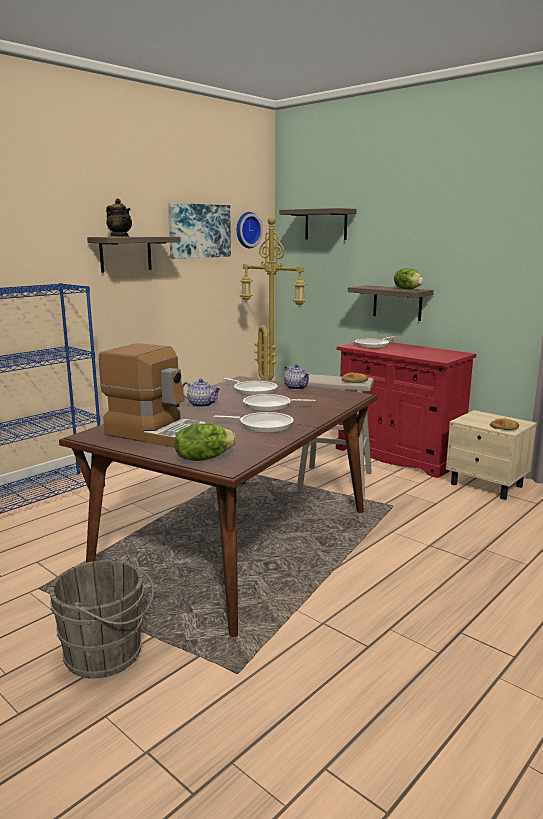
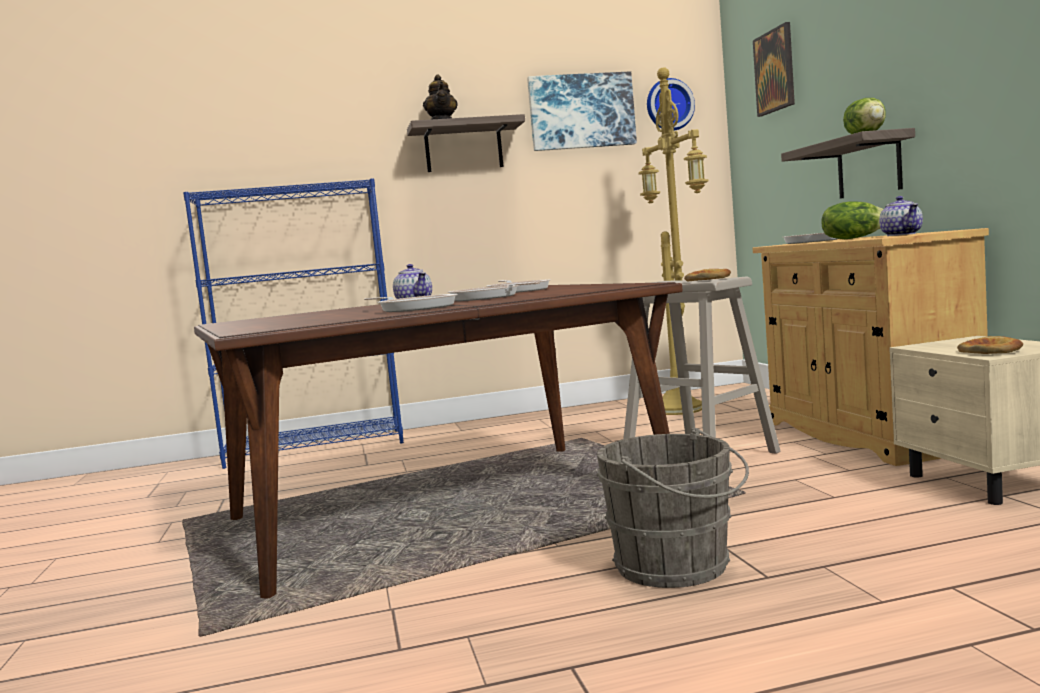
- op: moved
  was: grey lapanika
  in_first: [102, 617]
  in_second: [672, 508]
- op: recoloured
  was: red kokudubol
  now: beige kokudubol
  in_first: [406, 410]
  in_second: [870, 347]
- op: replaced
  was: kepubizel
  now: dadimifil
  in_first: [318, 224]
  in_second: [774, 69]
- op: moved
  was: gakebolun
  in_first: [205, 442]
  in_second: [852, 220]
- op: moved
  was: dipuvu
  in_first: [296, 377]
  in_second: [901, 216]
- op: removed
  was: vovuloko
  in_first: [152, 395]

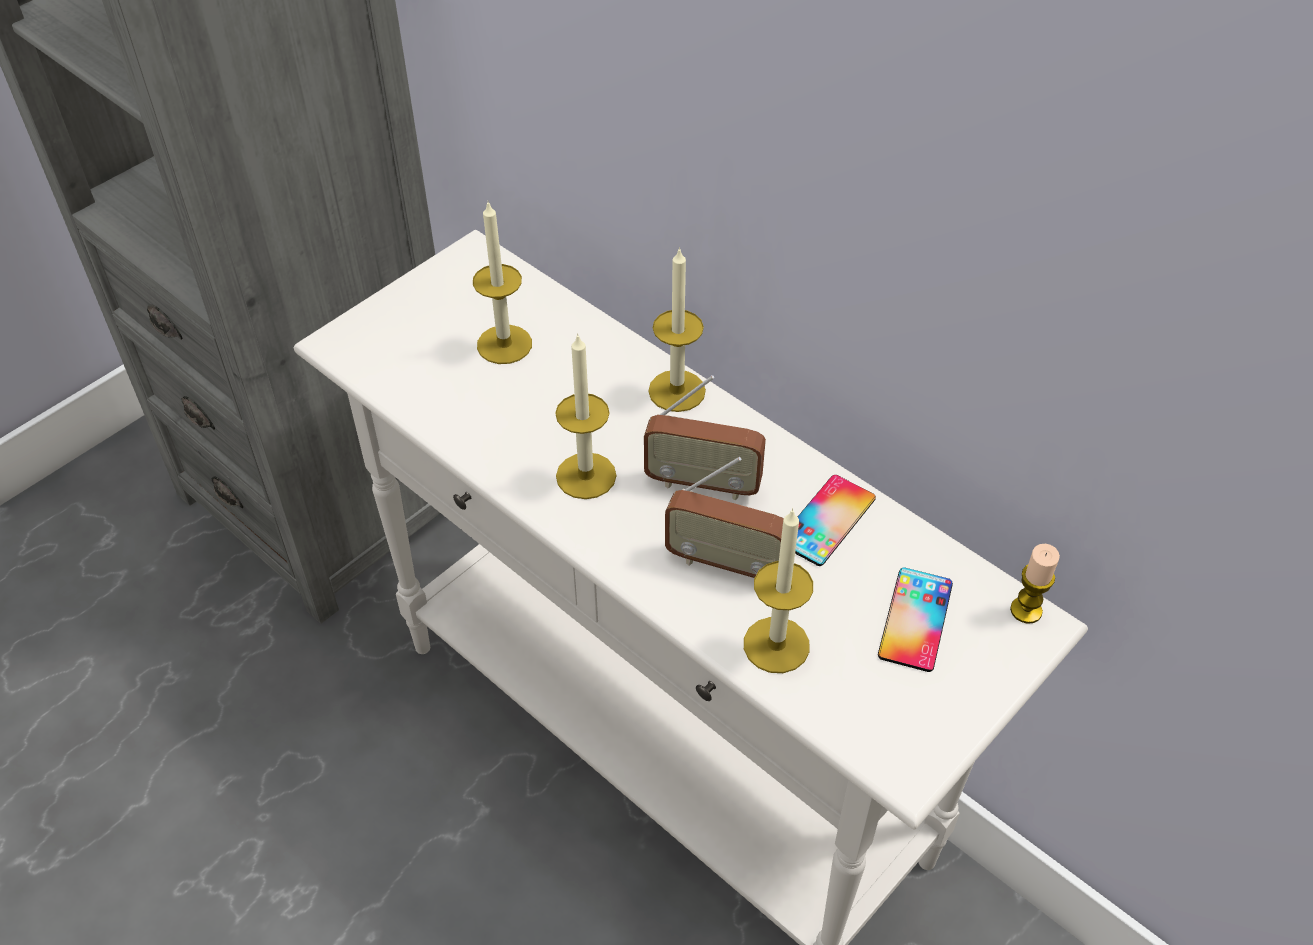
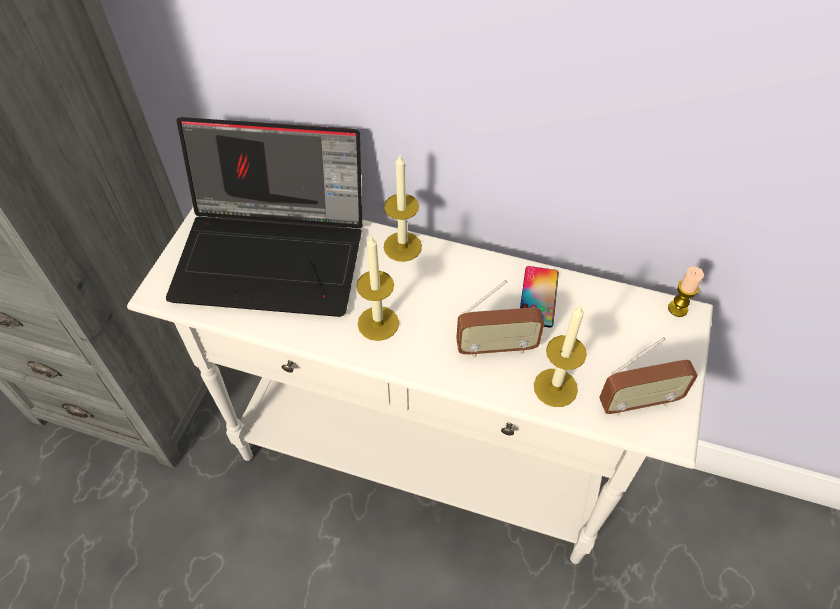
- op: replaced
  was: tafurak
  now: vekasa
  in_first: [502, 282]
  in_second: [264, 217]
- op: moved
  was: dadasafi
  in_first: [705, 437]
  in_second: [648, 376]
- op: removed
  was: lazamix
  in_first: [915, 620]

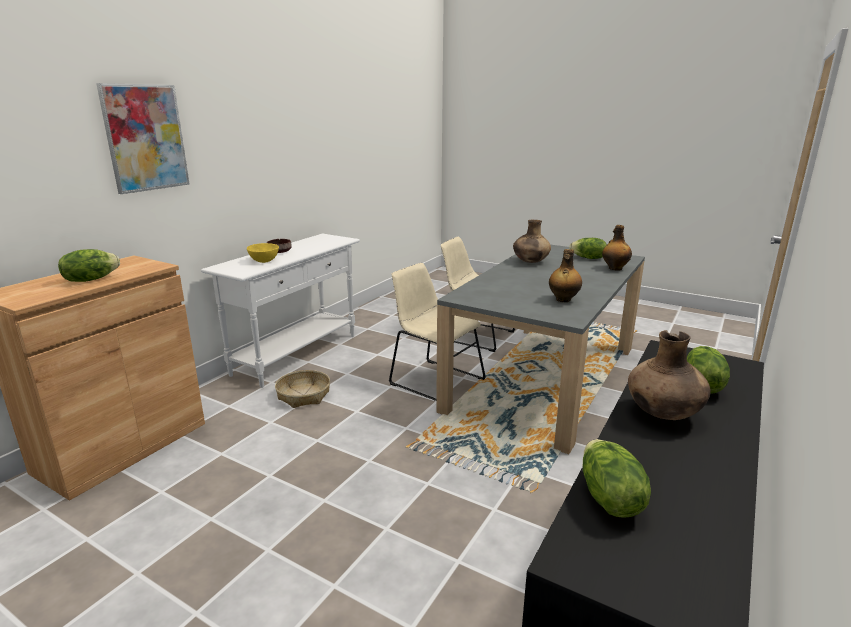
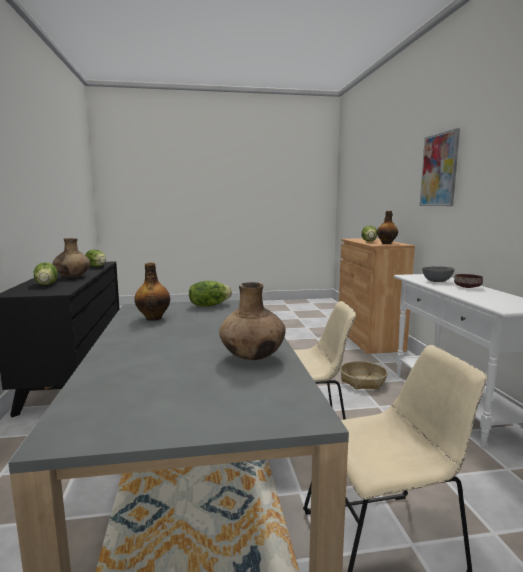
- op: moved
  was: gakebolun
  in_first: [588, 248]
  in_second: [210, 293]
- op: moved
  was: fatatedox
  in_first: [617, 248]
  in_second: [387, 227]
- op: recoloured
  was: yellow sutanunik
  now: grey sutanunik
  in_first: [263, 253]
  in_second: [438, 274]

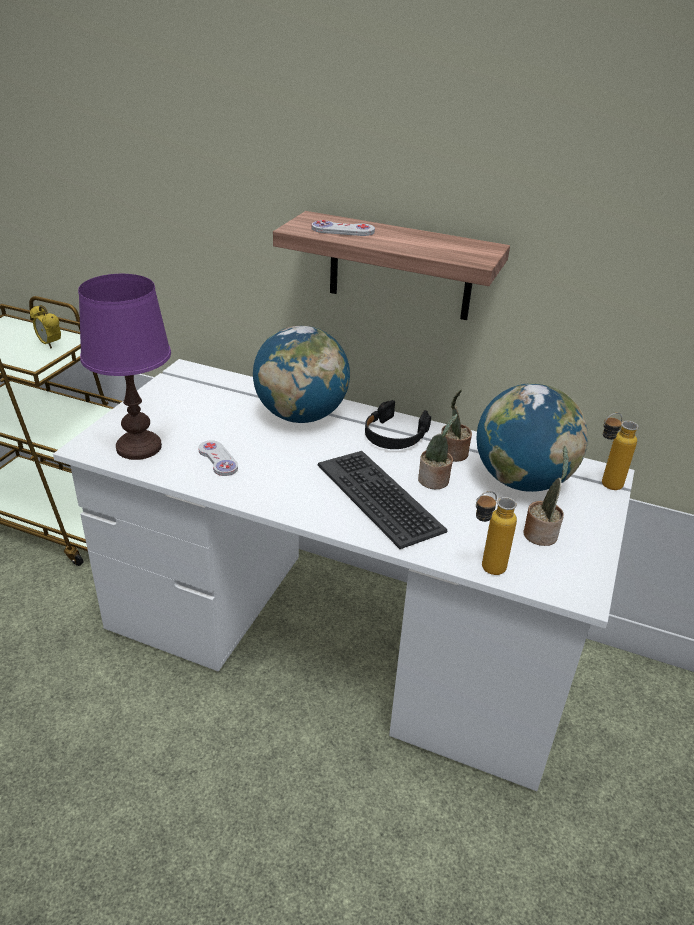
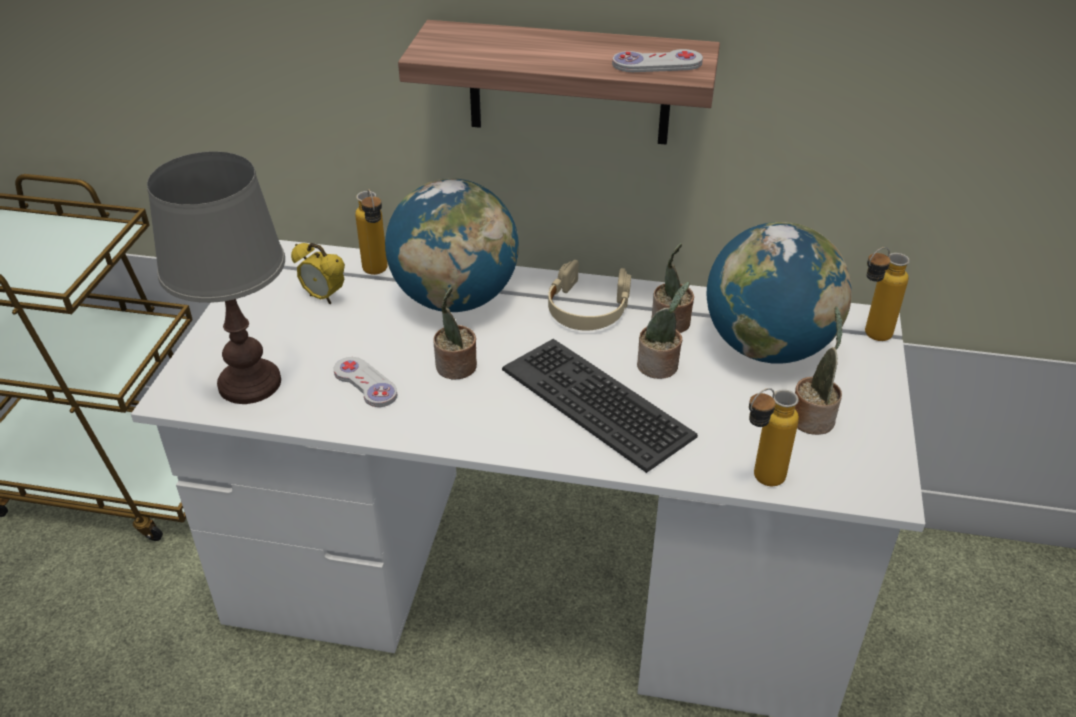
- op: recoloured
  was: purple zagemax
  now: grey zagemax
  in_first: [124, 367]
  in_second: [216, 277]
- op: moved
  was: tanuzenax
  in_first: [45, 327]
  in_second: [318, 273]
- op: added
  now: fatatedox
  in_second: [371, 232]
- op: added
  now: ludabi
  in_second: [455, 333]
- op: recoloured
  was: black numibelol
  now: beige numibelol
  in_first: [398, 424]
  in_second: [589, 295]
- op: moved
  was: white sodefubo
  in_first: [343, 228]
  in_second: [657, 60]

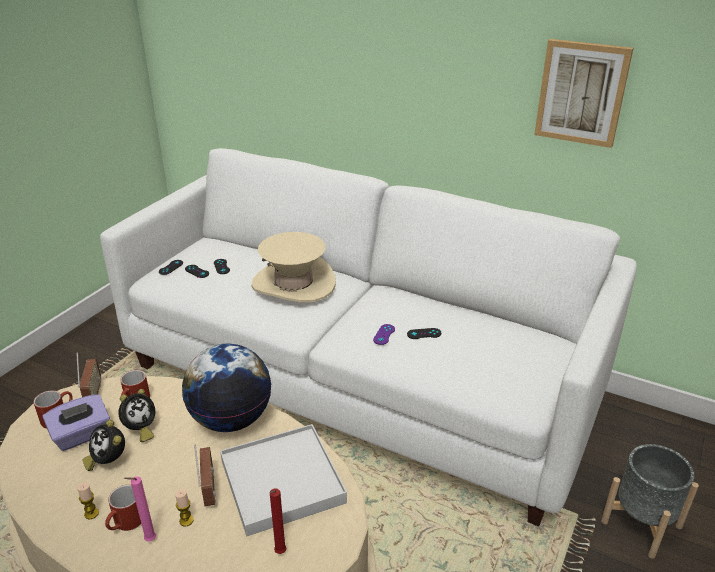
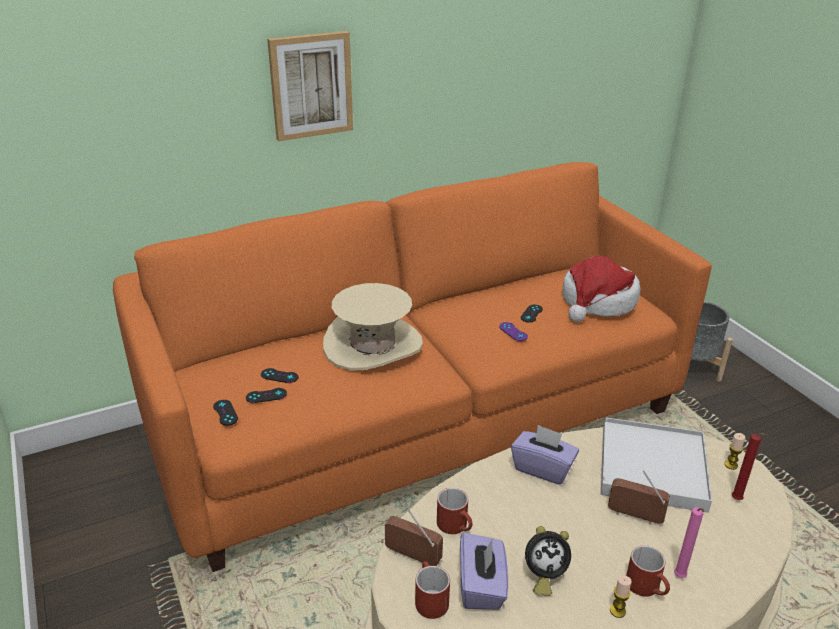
- op: recoloured
  was: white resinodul
  now: orange resinodul
  in_first: [368, 337]
  in_second: [412, 367]
- op: moved
  was: dadimifil
  in_first: [583, 93]
  in_second: [310, 86]
- op: replaced
  was: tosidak
  now: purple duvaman
  in_first: [226, 388]
  in_second: [545, 454]
- op: added
  now: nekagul
  in_second: [602, 289]
- op: moved
  was: tafurak
  in_first: [184, 507]
  in_second: [734, 451]
- op: removed
  was: tanuzenax
  in_first: [136, 415]

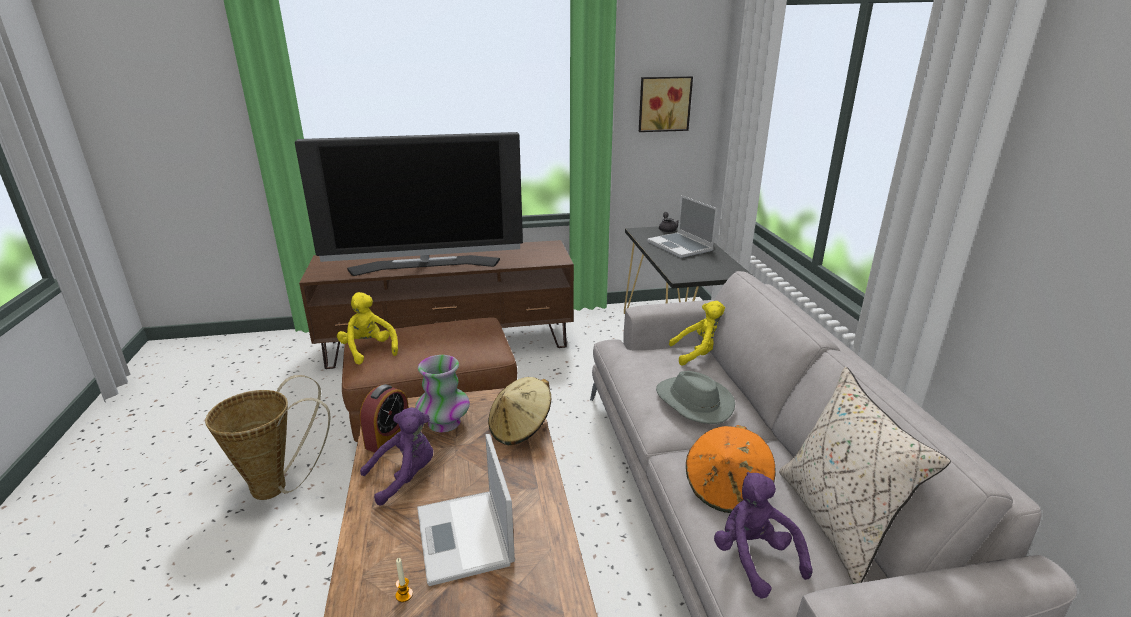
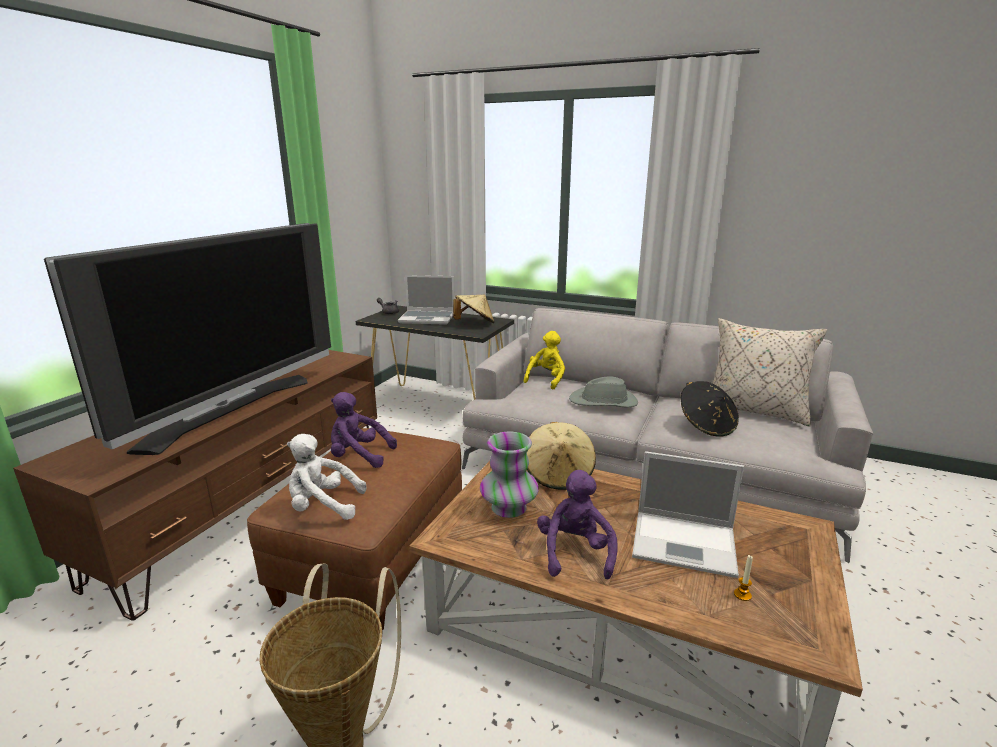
- op: recoloured
  was: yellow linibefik
  now: white linibefik
  in_first: [367, 328]
  in_second: [326, 477]
- op: moved
  was: purple linibefik
  in_first: [763, 535]
  in_second: [364, 430]
- op: added
  now: beige nekagul
  in_second: [473, 309]
- op: recoloured
  was: orange nekagul
  now: black nekagul
  in_first: [731, 469]
  in_second: [710, 409]
- op: removed
  was: tanuzenax
  in_first: [384, 418]
- op: removed
  was: dadimifil
  in_first: [666, 104]

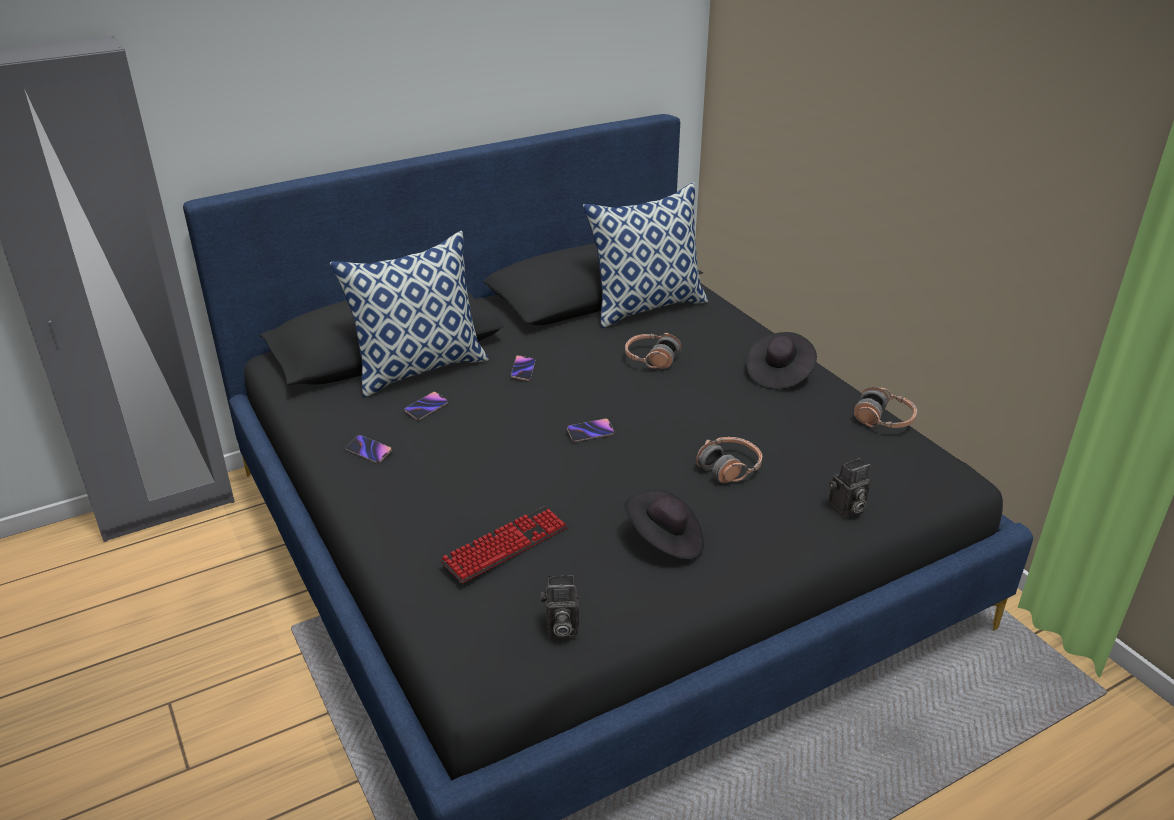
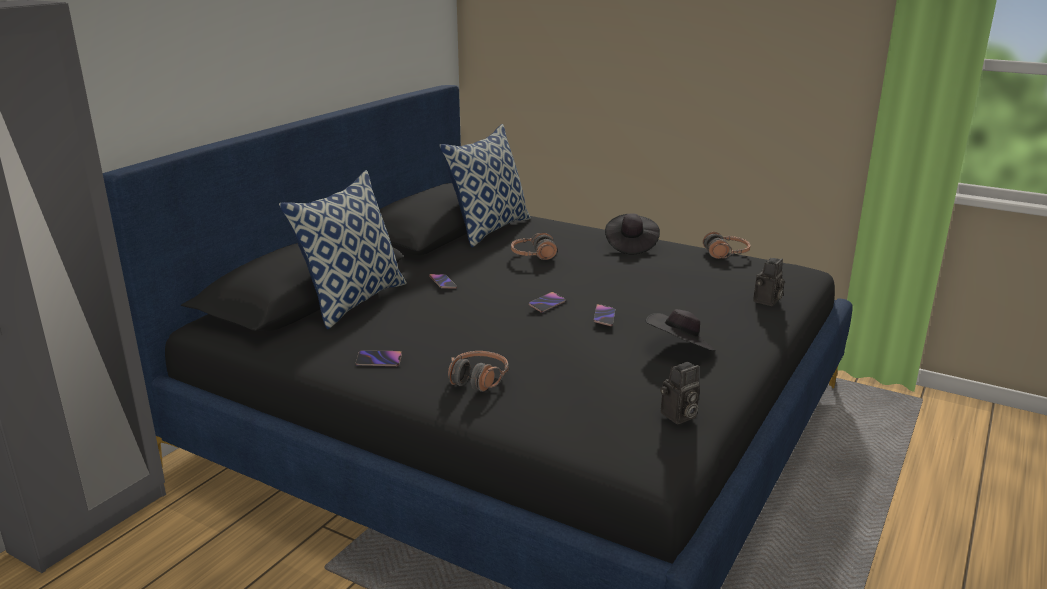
- op: moved
  was: numibelol
  in_first: [729, 460]
  in_second: [478, 371]
- op: moved
  was: lazamix
  in_first: [426, 406]
  in_second: [604, 315]
- op: removed
  was: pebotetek
  in_first: [504, 545]

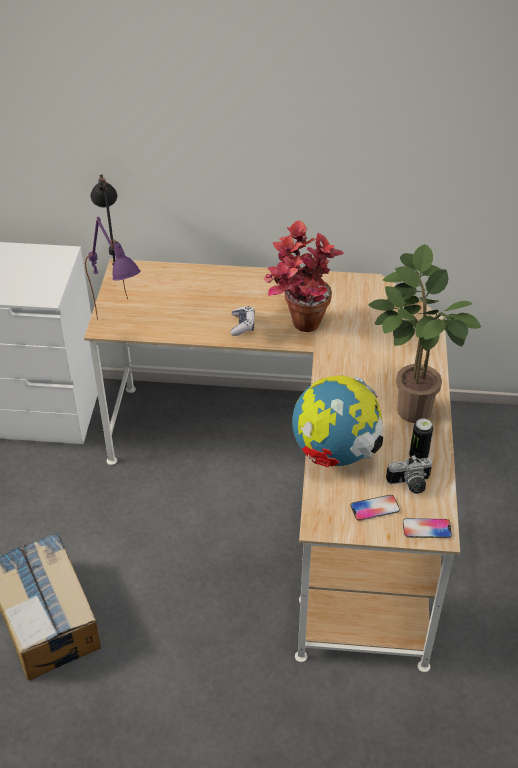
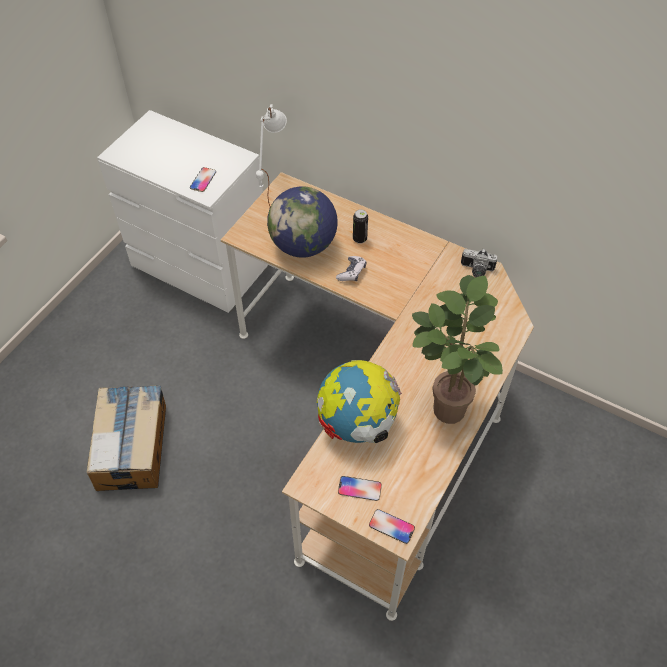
- op: added
  now: lazamix
  in_second: [203, 179]
- op: recoloured
  was: black zagemax
  now: white zagemax
  in_first: [109, 236]
  in_second: [271, 155]
- op: added
  now: tosidak
  in_second: [302, 222]
- op: moved
  was: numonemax
  in_first: [421, 439]
  in_second: [360, 226]
- op: moved
  was: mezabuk
  in_first: [409, 474]
  in_second: [479, 263]
- op: removed
  was: purple zagemax
  in_first: [113, 268]
- op: removed
  was: ludabi
  in_first: [304, 276]

